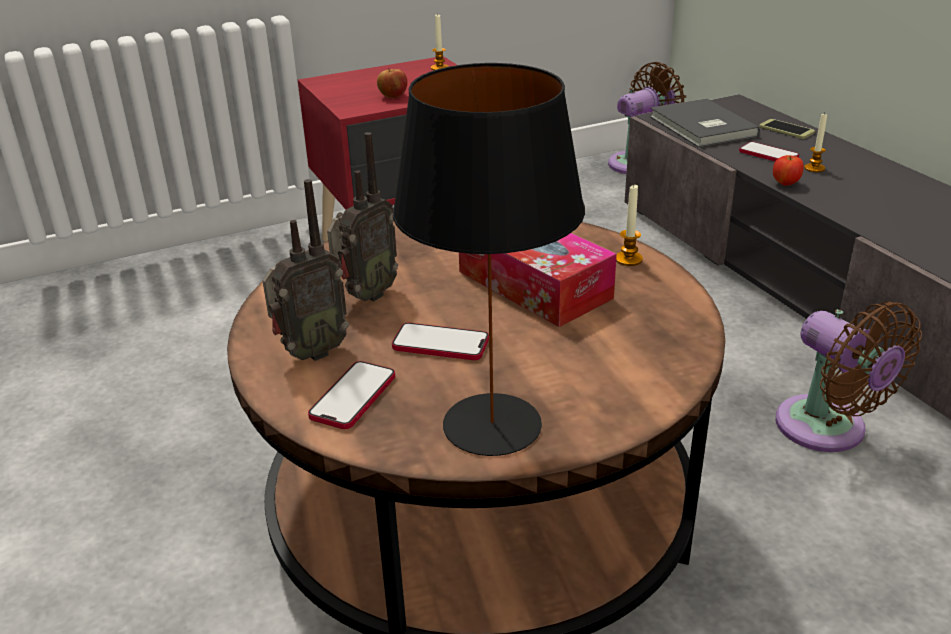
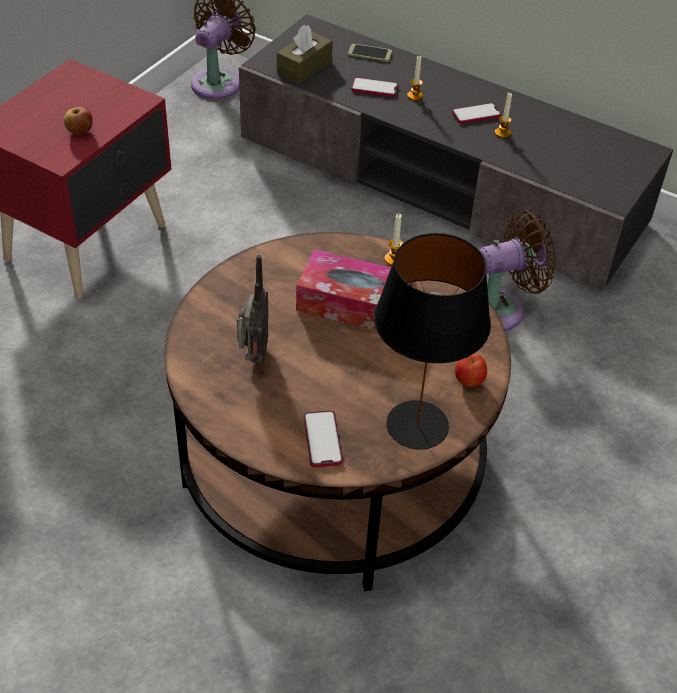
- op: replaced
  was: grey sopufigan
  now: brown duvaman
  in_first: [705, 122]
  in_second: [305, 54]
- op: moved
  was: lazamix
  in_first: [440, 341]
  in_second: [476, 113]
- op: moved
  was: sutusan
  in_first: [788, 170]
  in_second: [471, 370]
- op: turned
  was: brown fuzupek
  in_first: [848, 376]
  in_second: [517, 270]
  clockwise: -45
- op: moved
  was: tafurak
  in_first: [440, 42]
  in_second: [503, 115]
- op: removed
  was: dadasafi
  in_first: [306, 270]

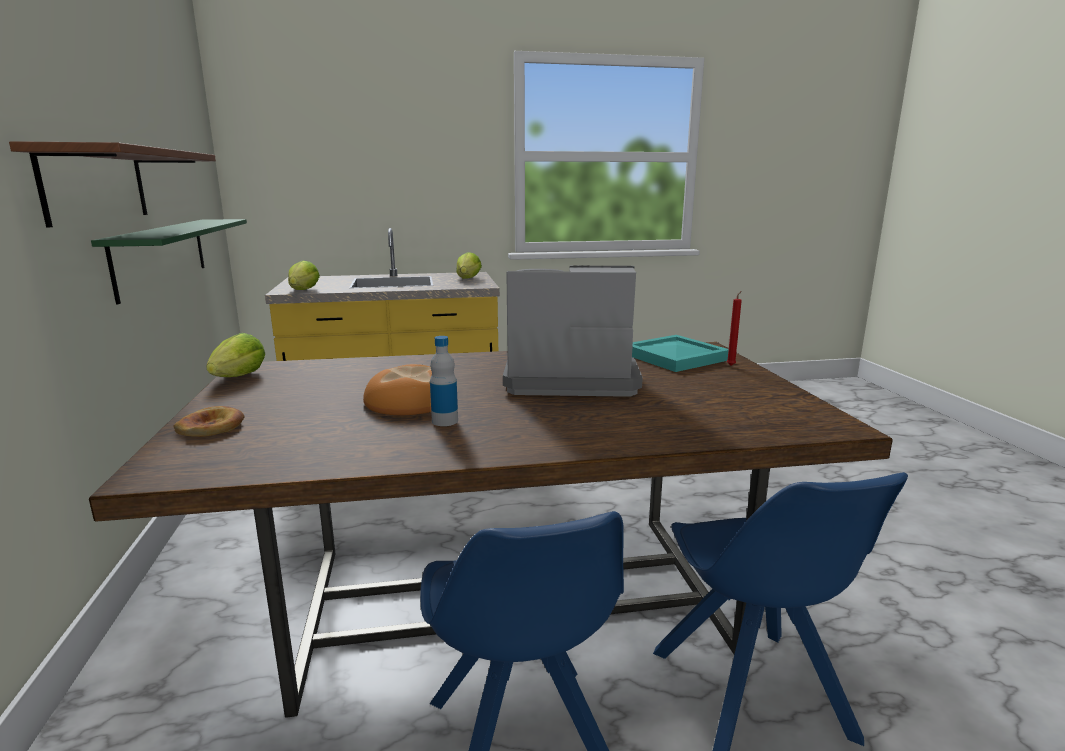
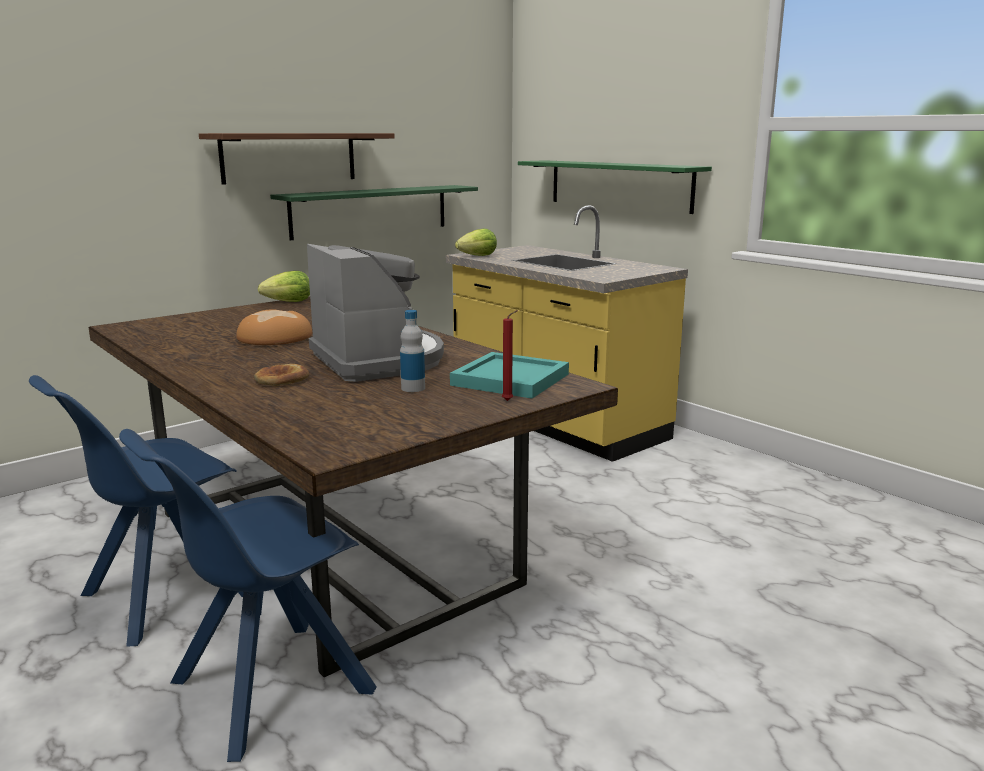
- op: moved
  was: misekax
  in_first: [209, 421]
  in_second: [281, 375]
- op: moved
  was: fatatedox
  in_first: [444, 381]
  in_second: [412, 351]
- op: added
  now: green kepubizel
  in_second: [615, 187]
- op: removed
  was: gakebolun
  in_first: [469, 265]

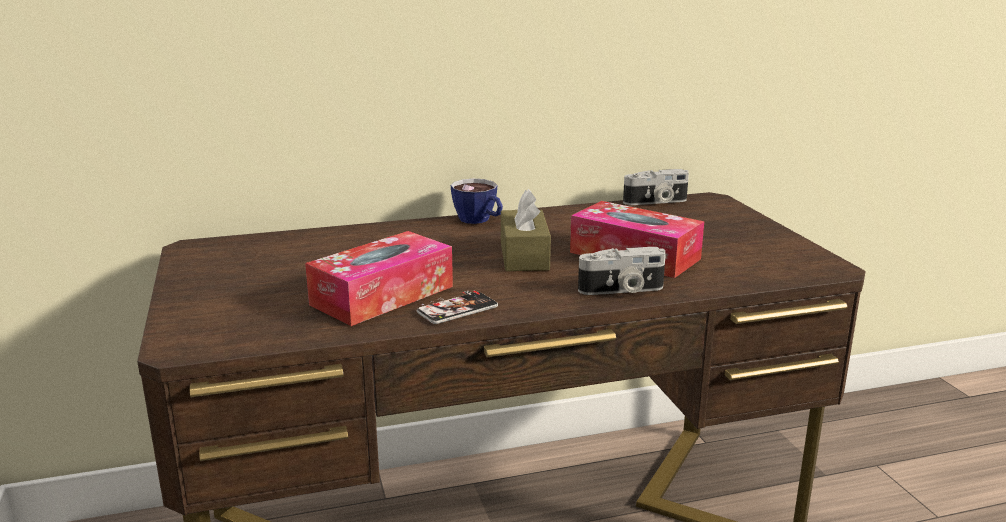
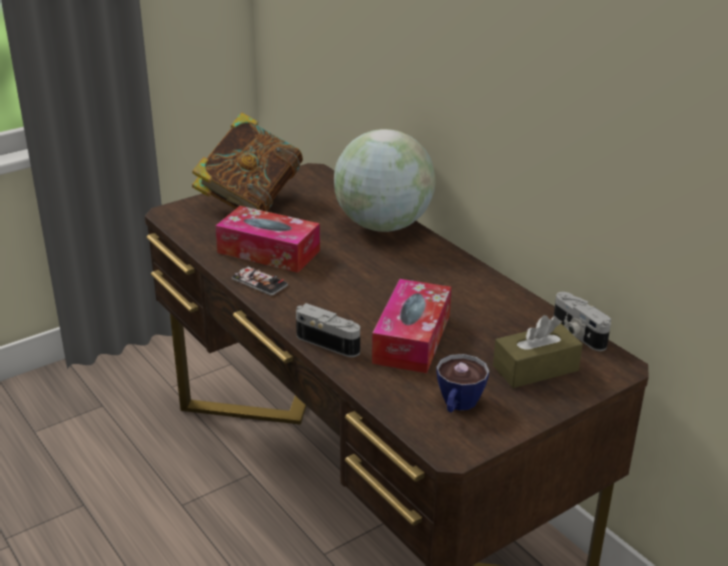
- op: added
  now: sopufigan
  in_second: [247, 162]
- op: turned
  was: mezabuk
  in_first: [622, 271]
  in_second: [328, 330]
  clockwise: 150
- op: added
  now: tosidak
  in_second: [385, 180]
- op: moved
  was: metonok
  in_first: [477, 201]
  in_second: [462, 383]
- op: moved
  was: brown duvaman
  in_first: [526, 230]
  in_second: [538, 351]

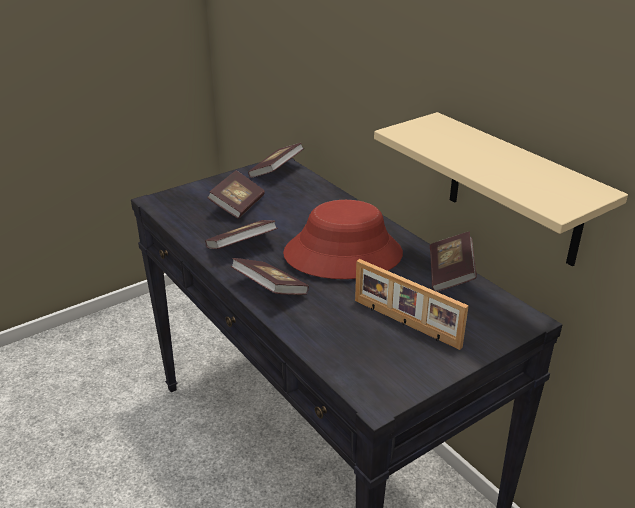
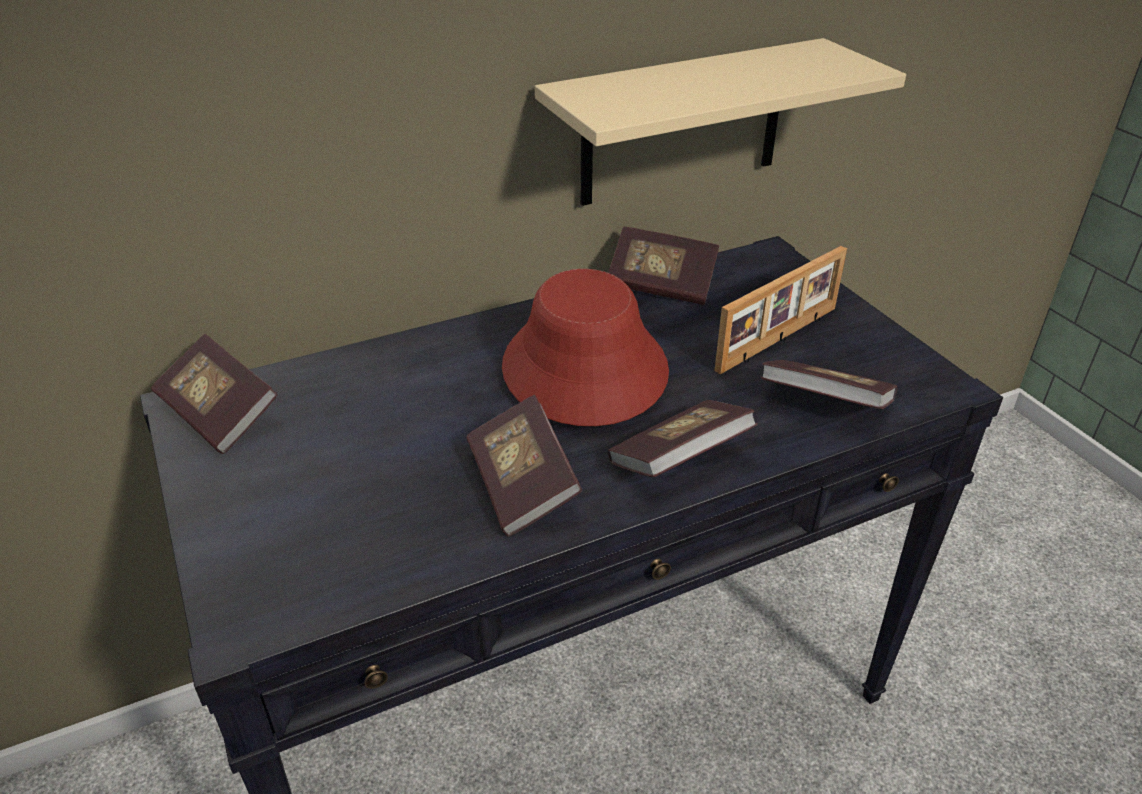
- op: moved
  was: sopufigan
  in_first: [236, 195]
  in_second: [829, 384]

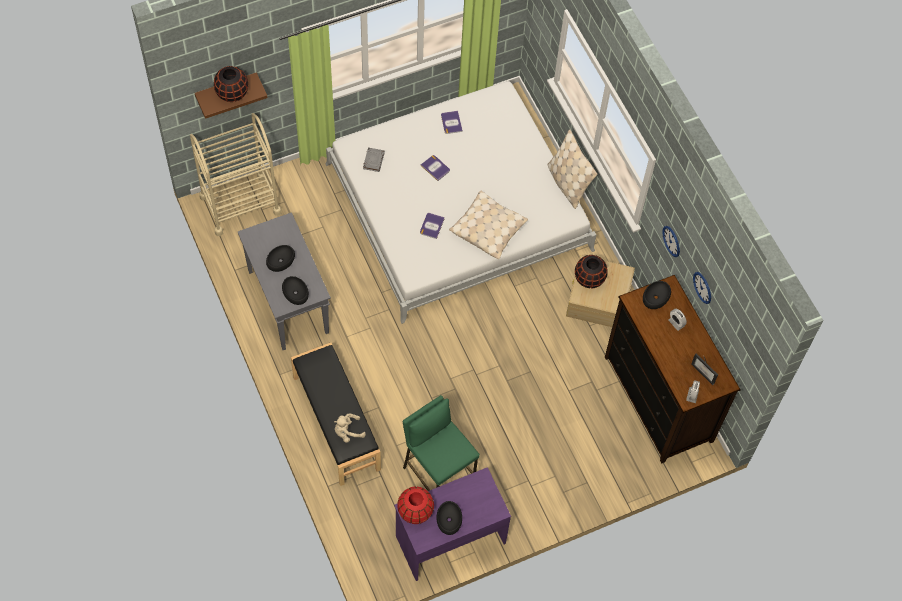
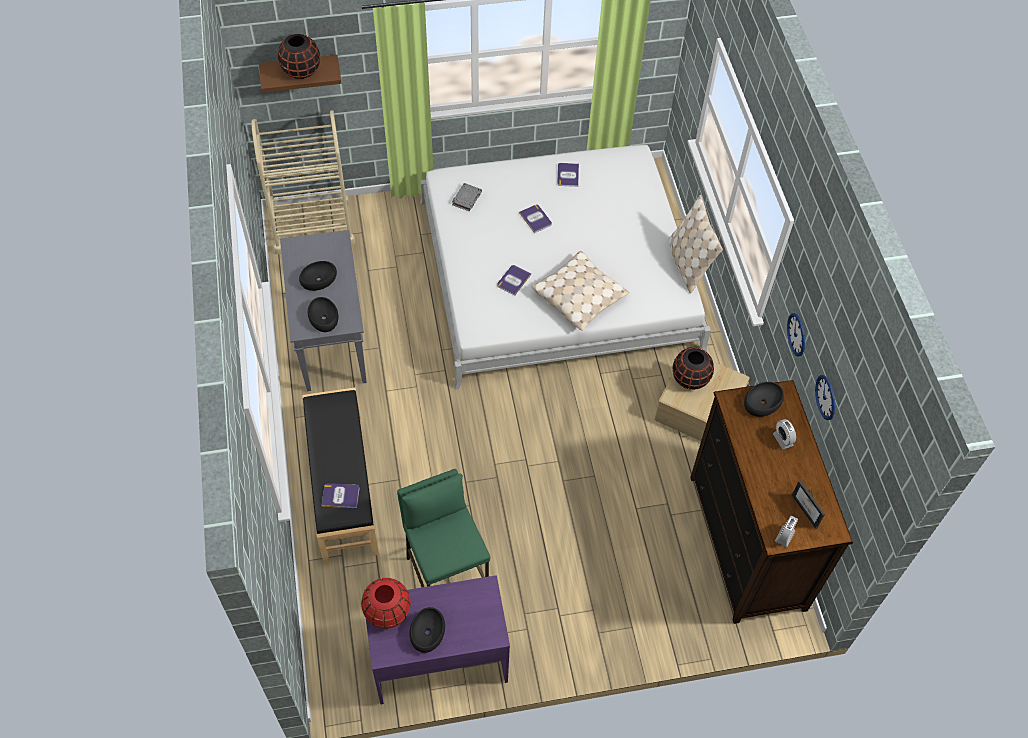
- op: replaced
  was: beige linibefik
  now: sopufigan
  in_first: [350, 428]
  in_second: [340, 495]

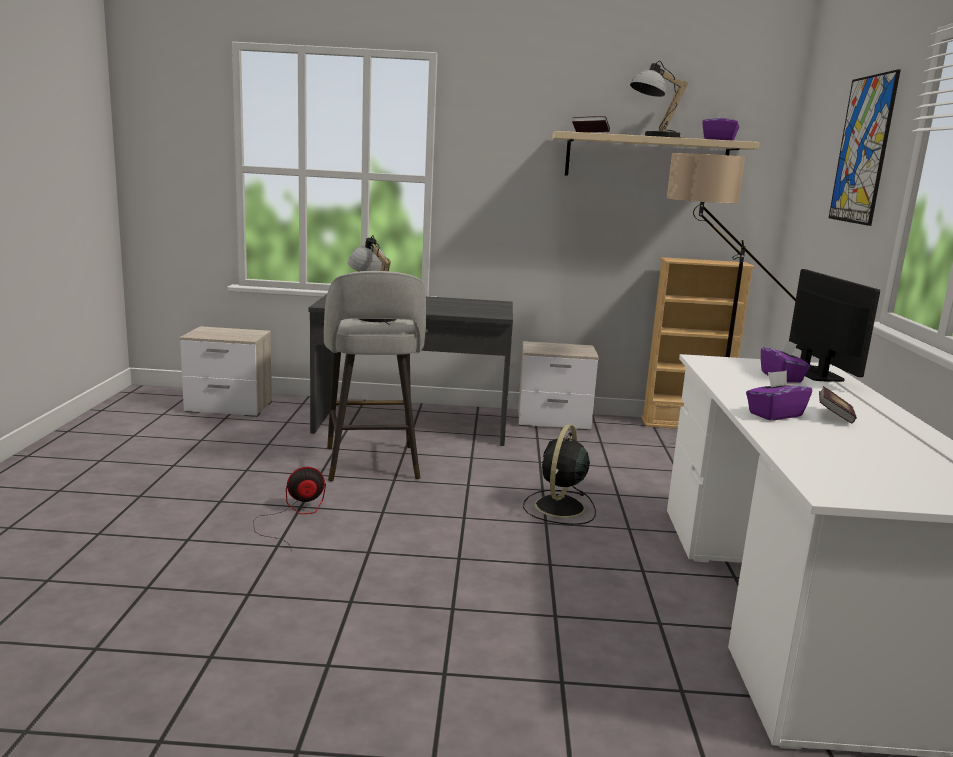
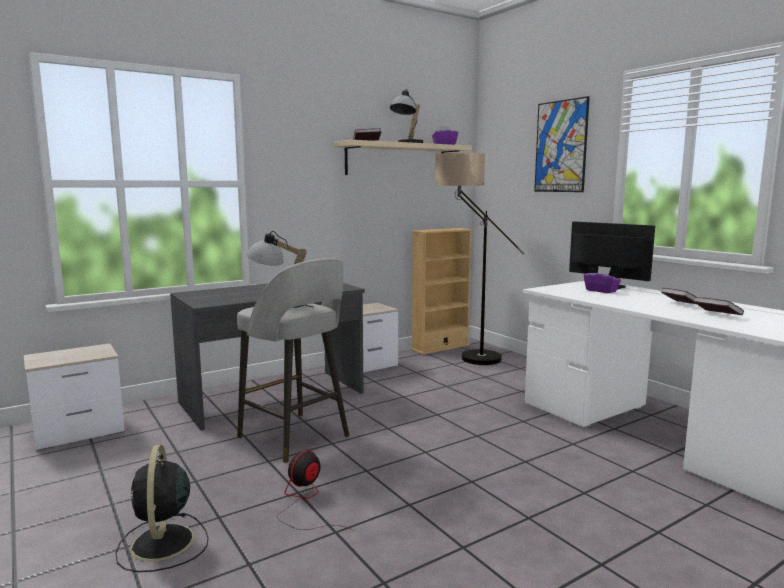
- op: moved
  was: black fuzupek
  in_first: [559, 474]
  in_second: [161, 508]
- op: added
  now: sopufigan
  in_second: [718, 306]
- op: removed
  was: purple duvaman
  in_first: [779, 395]

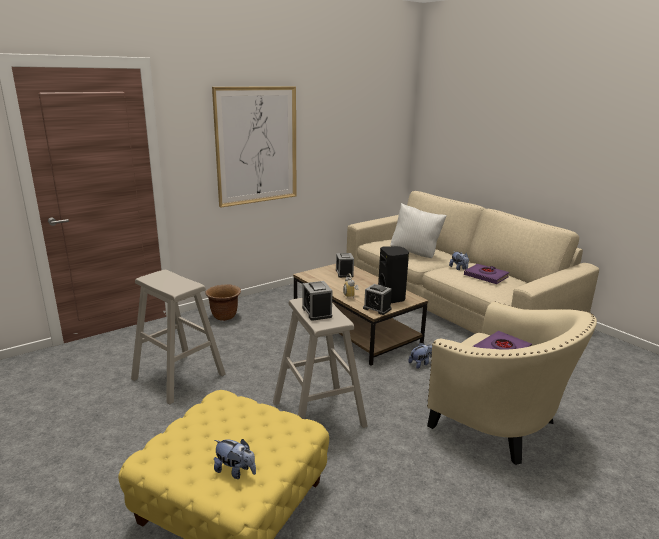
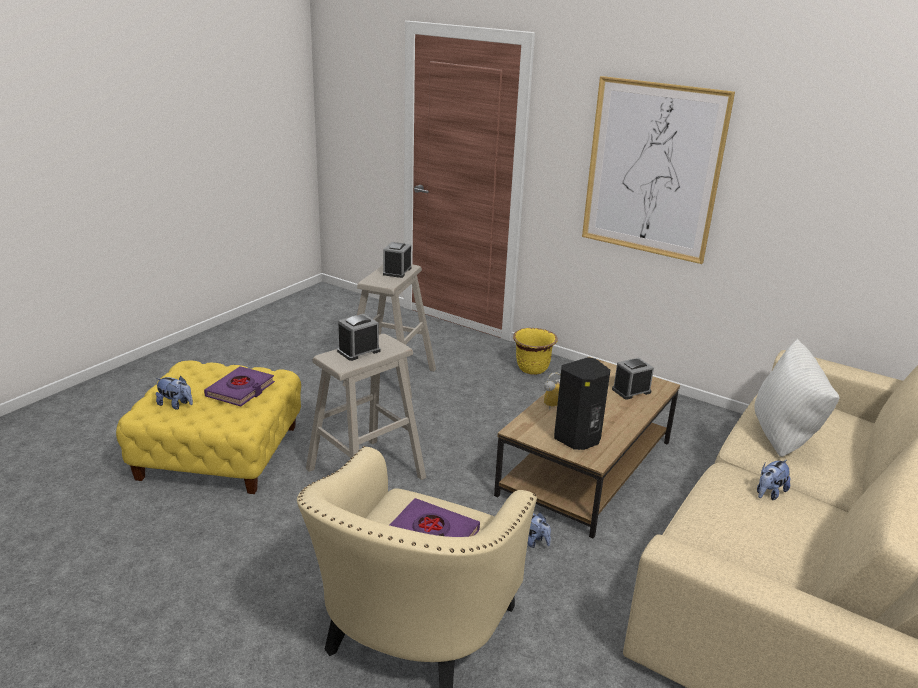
- op: turned
  was: linibefik
  in_first: [235, 459]
  in_second: [174, 393]
  clockwise: -75
- op: moved
  was: purple sopufigan
  in_first: [486, 274]
  in_second: [239, 386]
- op: moved
  was: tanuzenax
  in_first: [377, 299]
  in_second: [397, 260]
- op: recoloured
  was: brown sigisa
  now: yellow sigisa
  in_first: [223, 302]
  in_second: [535, 351]

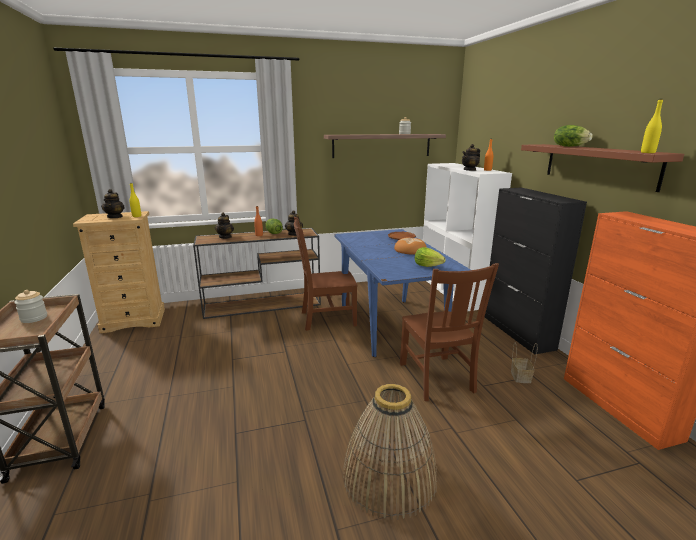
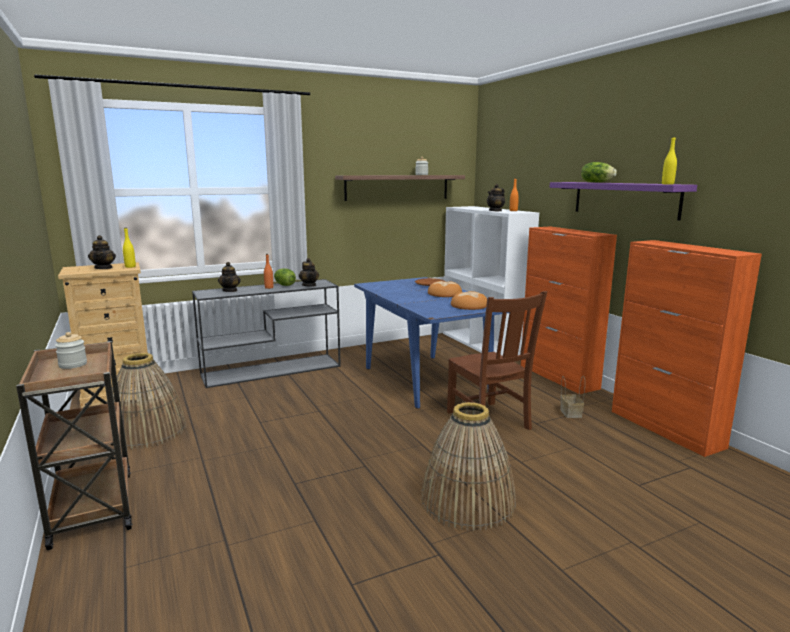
- op: added
  now: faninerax
  in_second: [149, 401]
- op: recoloured
  was: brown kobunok
  now: grey kobunok
  in_first: [257, 273]
  in_second: [266, 333]
- op: replaced
  was: gakebolun
  now: misekax
  in_first: [430, 257]
  in_second: [469, 300]
- op: recoloured
  was: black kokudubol
  now: orange kokudubol
  in_first: [536, 271]
  in_second: [569, 310]
- op: recoloured
  was: brown kepubizel
  now: purple kepubizel
  in_first: [602, 168]
  in_second: [623, 201]
- op: removed
  was: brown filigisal
  in_first: [326, 274]

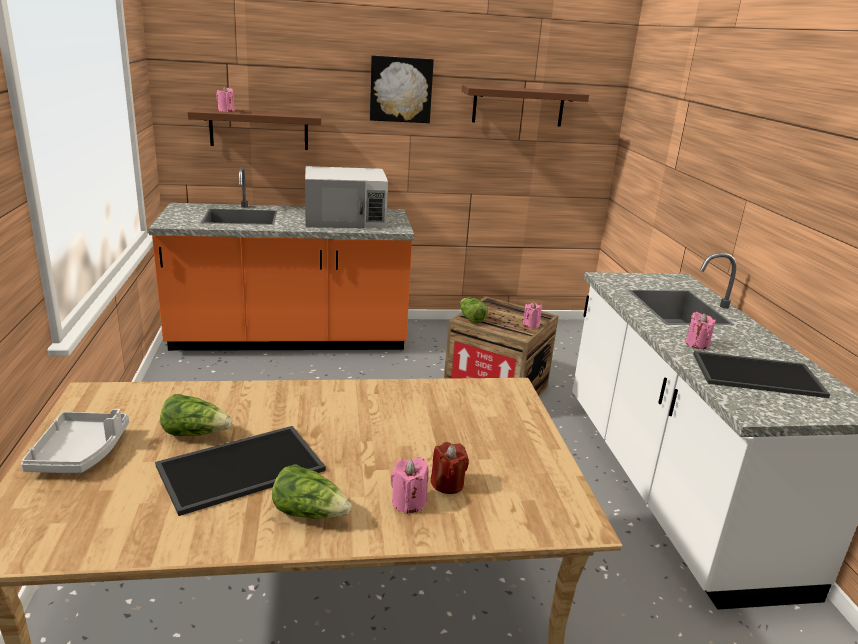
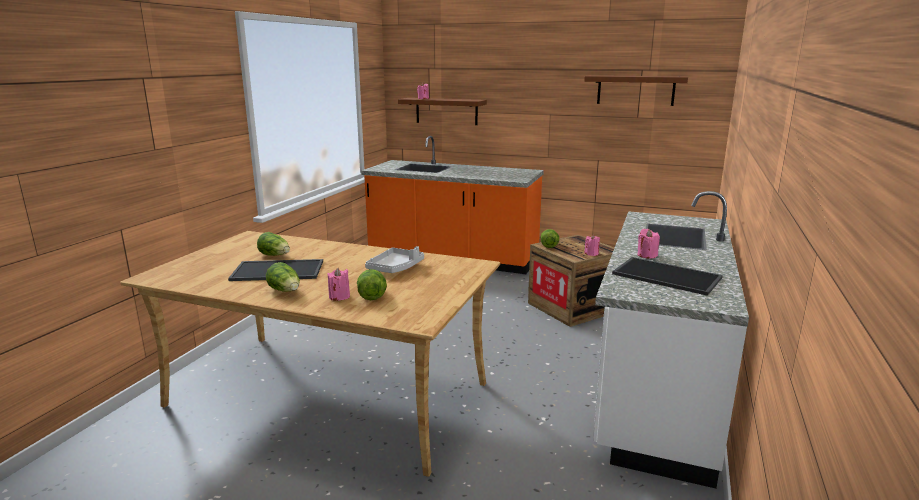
- op: replaced
  was: red tafurak
  now: gakebolun
  in_first: [450, 468]
  in_second: [372, 284]
- op: moved
  was: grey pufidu
  in_first: [75, 441]
  in_second: [394, 259]
- op: removed
  was: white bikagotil
  in_first: [346, 197]
- op: removed
  was: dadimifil
  in_first: [402, 89]

